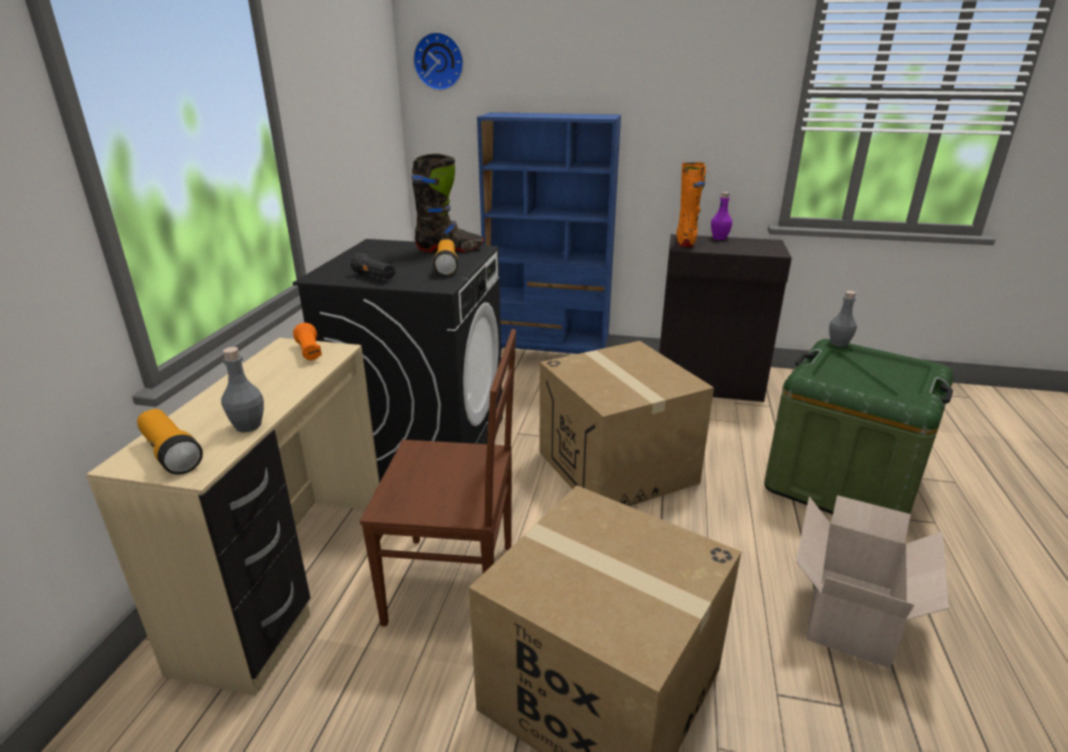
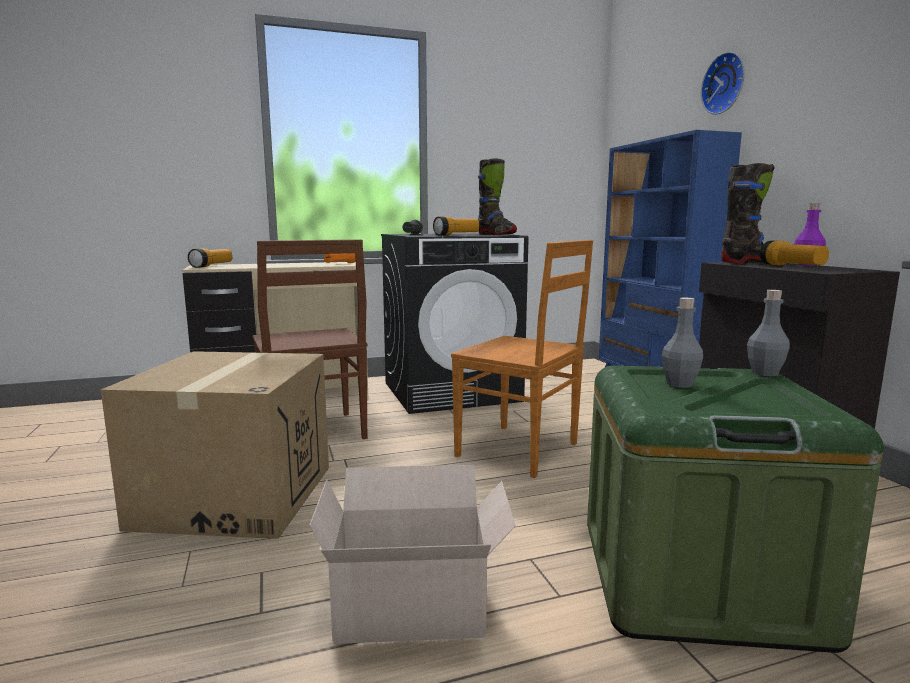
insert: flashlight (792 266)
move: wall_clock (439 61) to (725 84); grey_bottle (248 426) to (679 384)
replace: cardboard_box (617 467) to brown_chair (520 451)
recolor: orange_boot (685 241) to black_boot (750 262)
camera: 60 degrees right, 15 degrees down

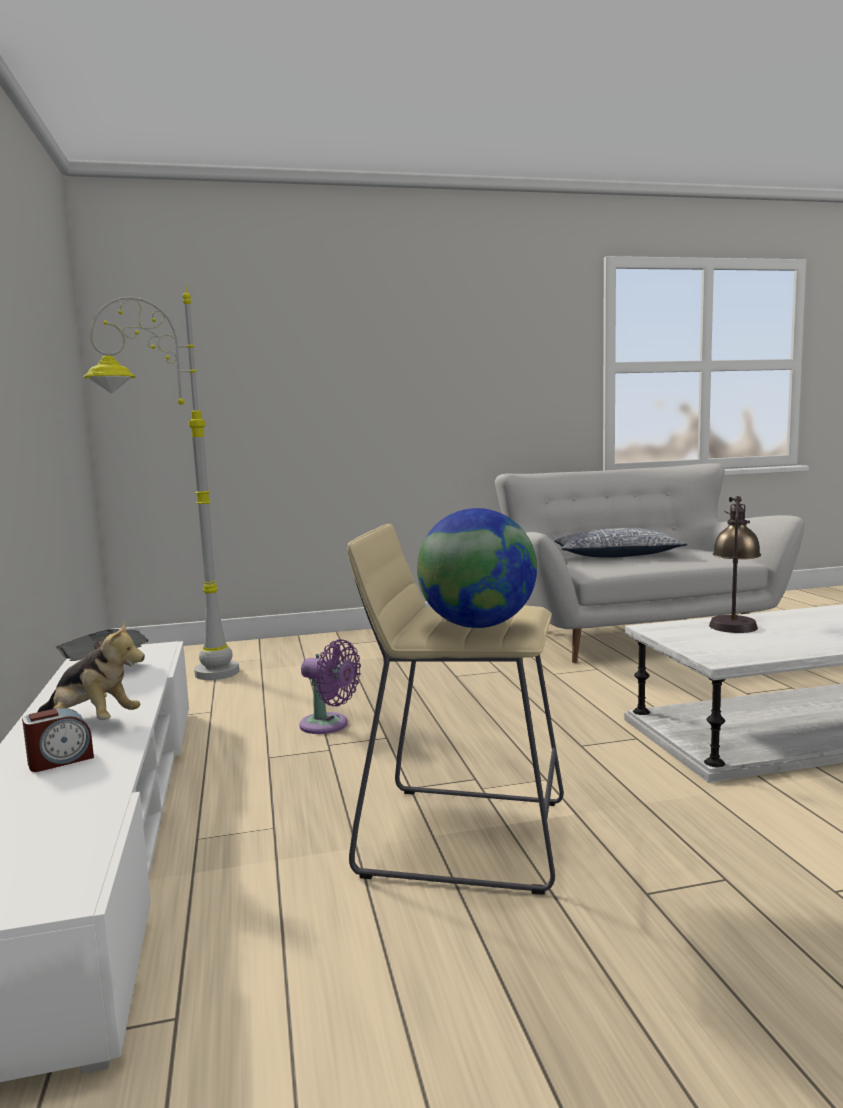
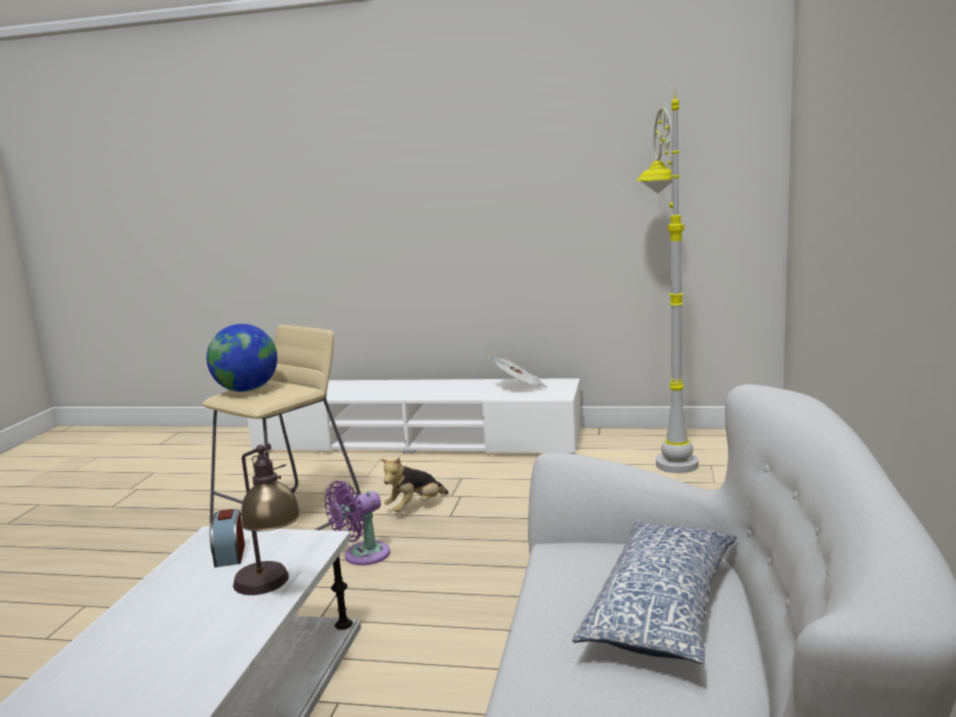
move: plush_toy (92 721) to (415 507); purple_fan (328 725) to (362 556); alarm_clock (60 760) to (230 555)
camera: 115 degrees right, 5 degrees up

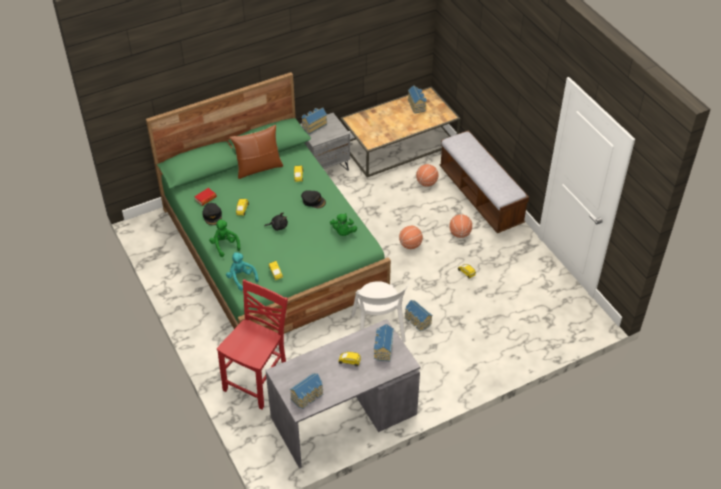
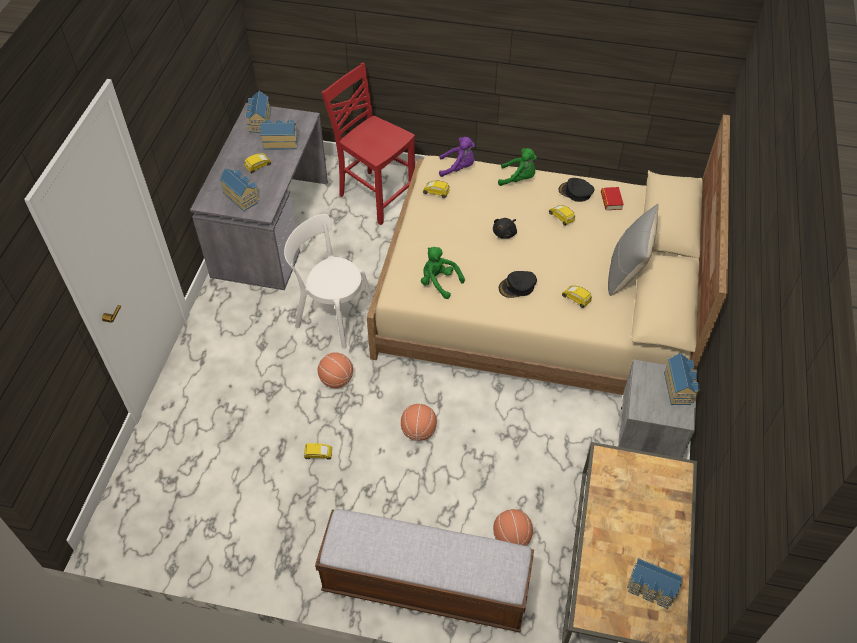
move: basketball (460 234) to (336 379); toy_house (417 321) to (280 142)
recolor: green_bed (272 249) to beige_bed (537 300); brown_pillow (258 168) to grey_pillow (626 272); turquoise_plush_toy (241 278) to purple_plush_toy (458 168)
rotate: red_chair (258 380) = (375 196) 150 degrees clockwise
camera: 130 degrees right, 5 degrees up

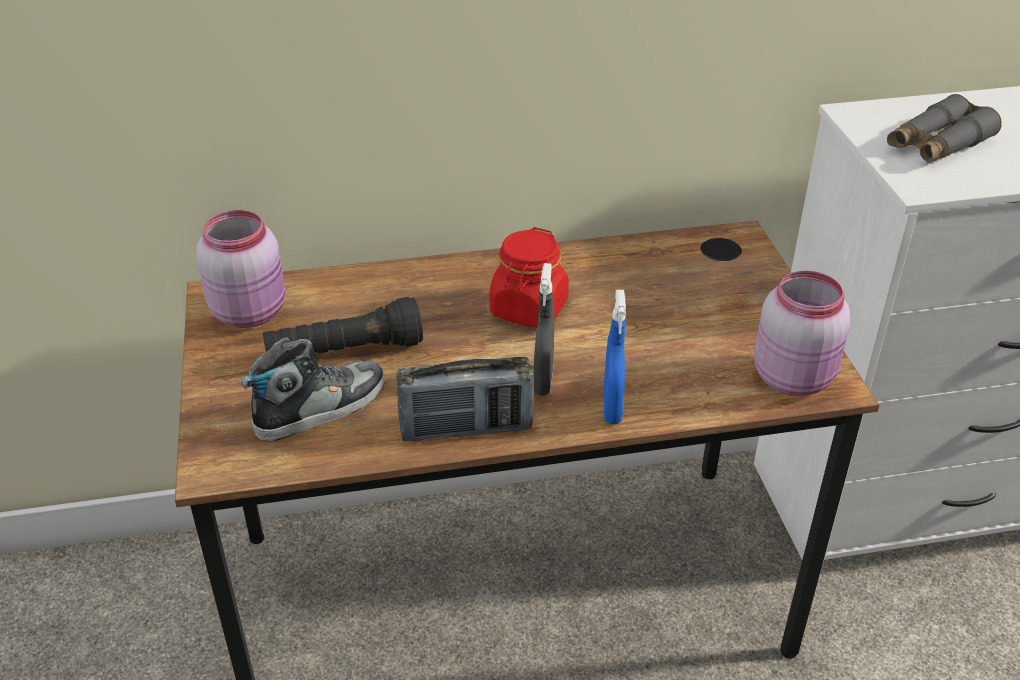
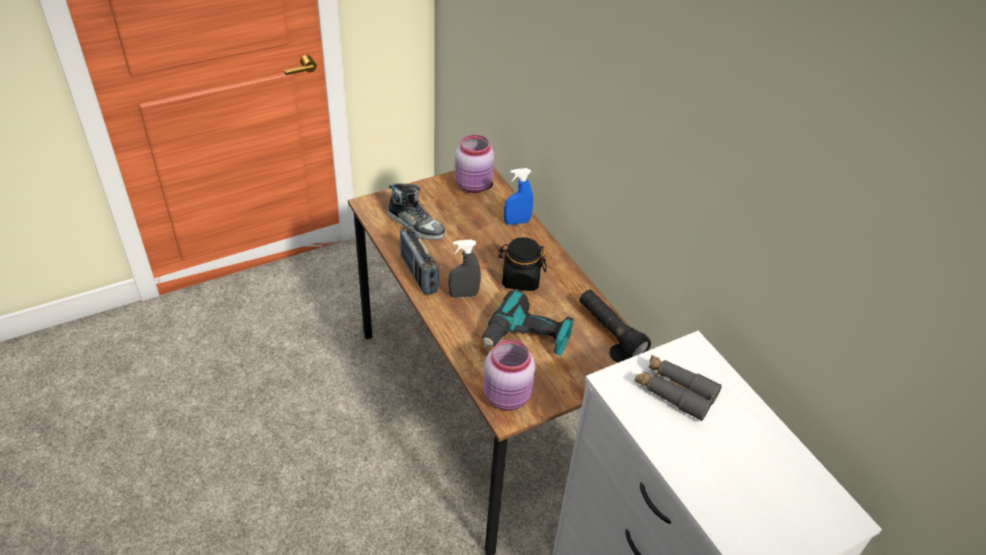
insert: power_drill (526 338)
move: blue_spray_bottle (612 409) to (517 222); black_flashlight (345 352) to (610 331)
recolor: red_jar (529 309) to black_jar (520 279)
camera: 70 degrees right, 5 degrees up

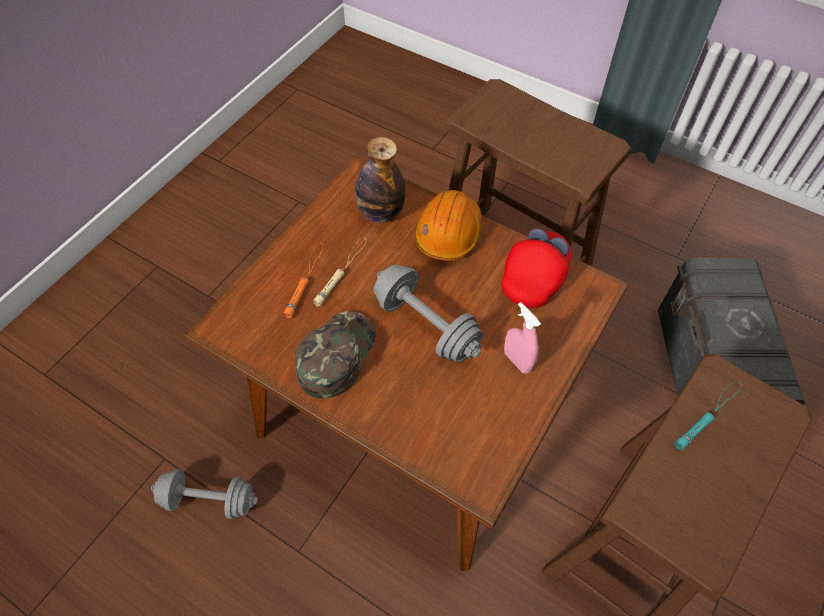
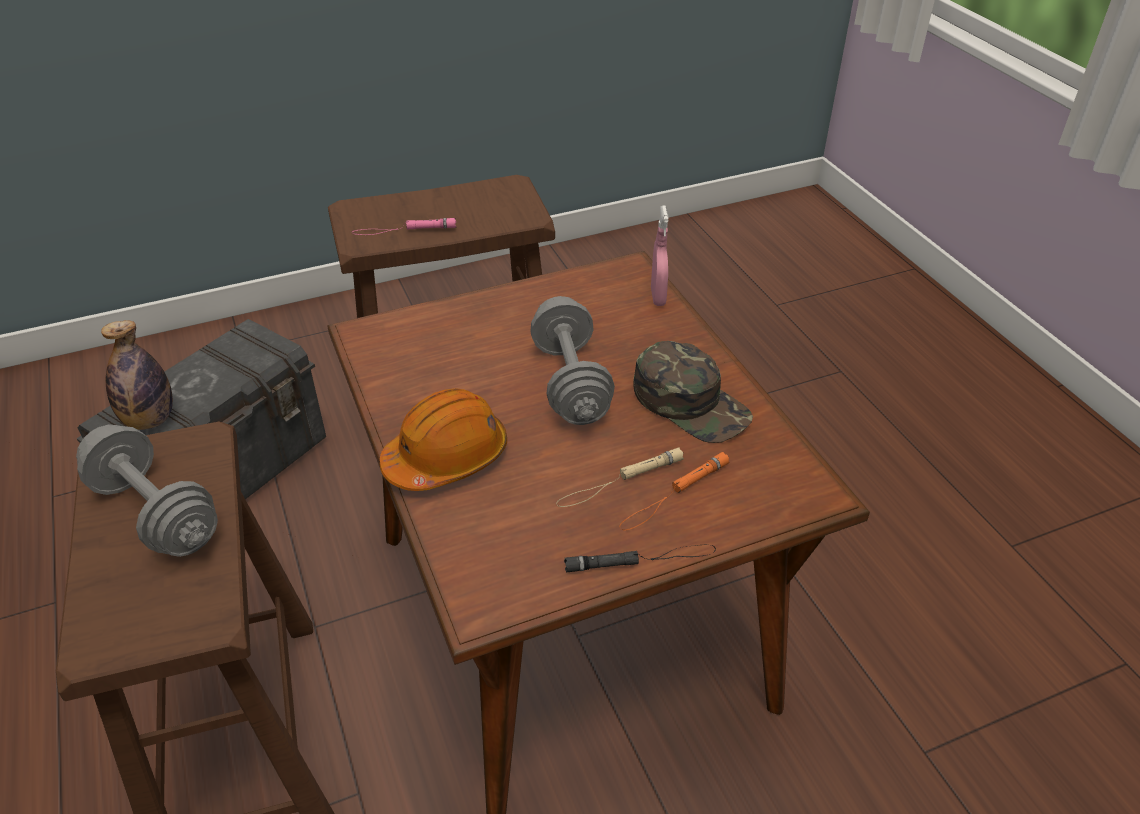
delete: red_cap (534 277)
insert: black_flashlight (640 559)
move: bottle (381 212) to (150 420); pink_spray_bottle (517 361) to (658 297); grey_dumbbell (209 500) to (156 513)
recolor: turquoise_flashlight (709 414) to pink_flashlight (404 230)
rotate: green_cap (335 355) = (691 402) 105 degrees counterclockwise
camera: 145 degrees left, 15 degrees down

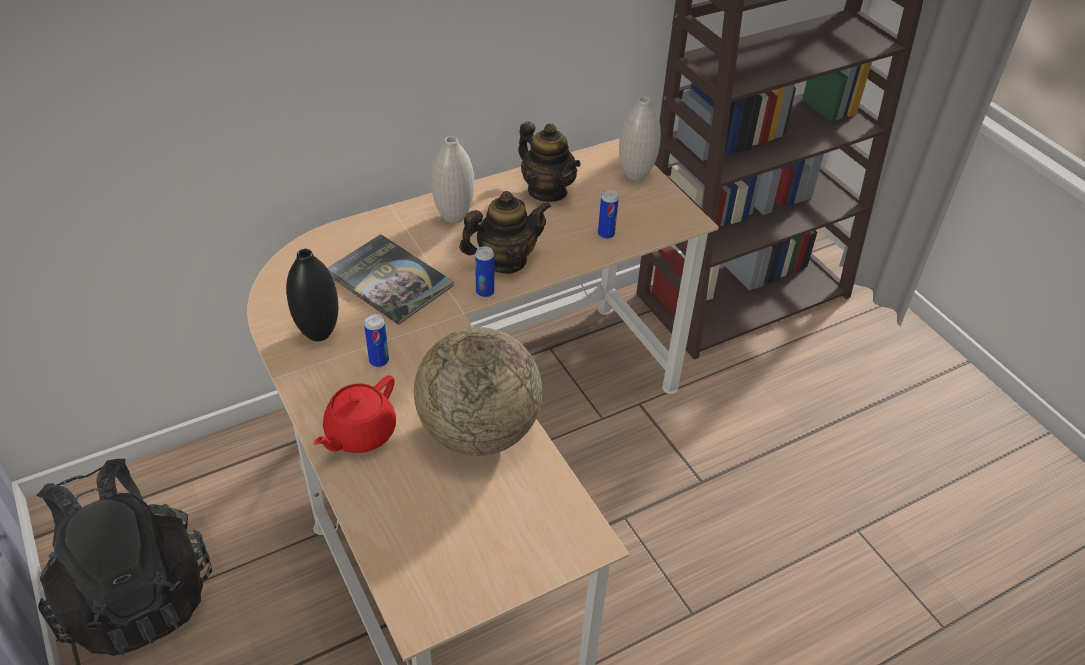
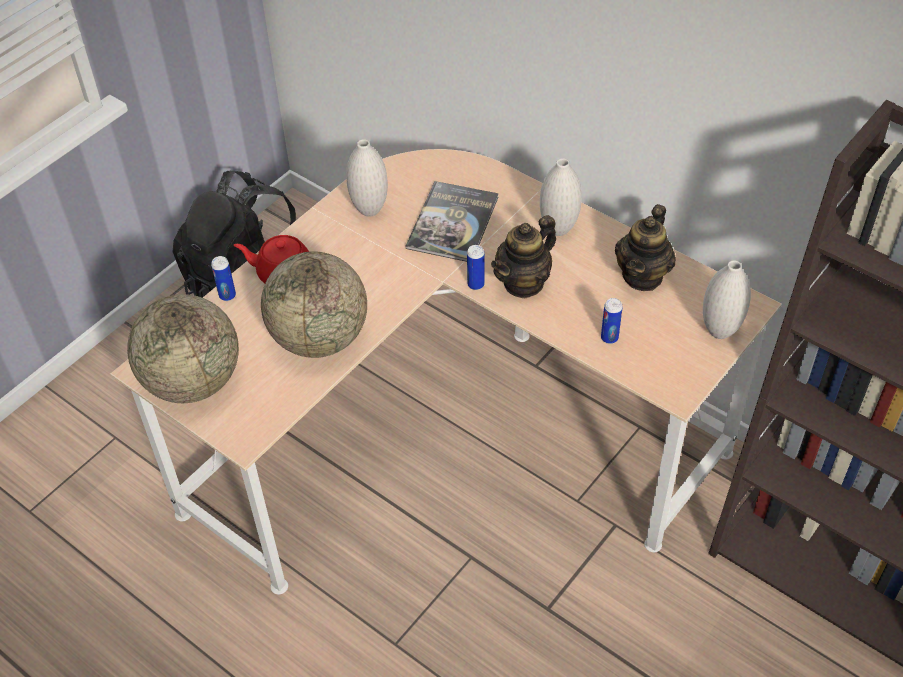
insert: globe (193 381)
move: can (379 361) to (227 295)
recolor: black_vase (319 333) to white_vase (370 210)
rotate: teapot (505 261) = (524 282) 90 degrees clockwise
camera: 70 degrees right, 5 degrees up

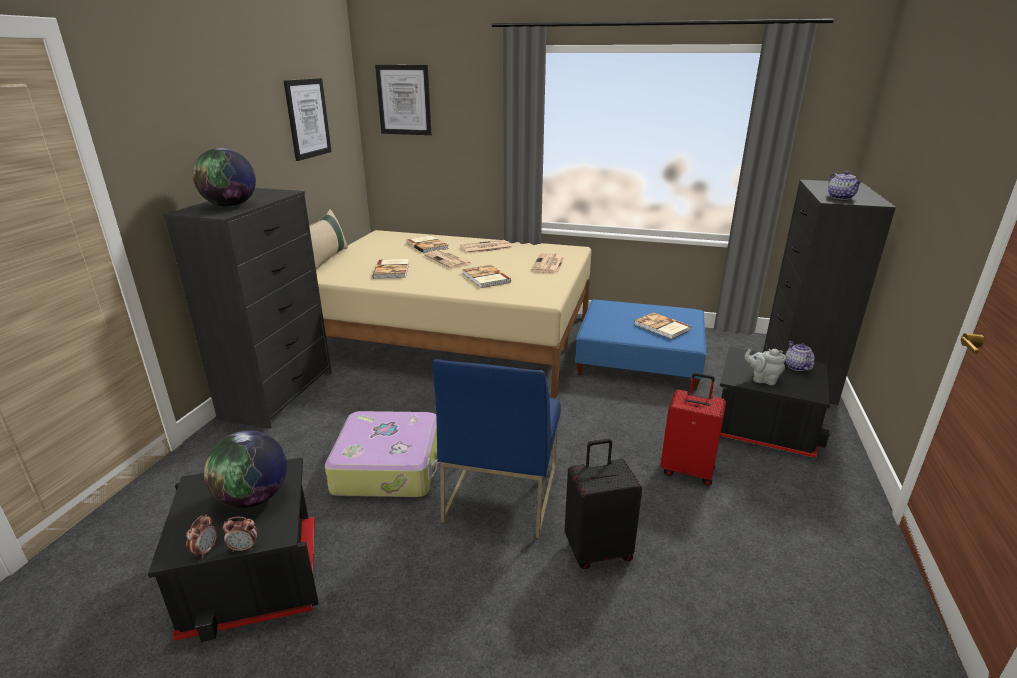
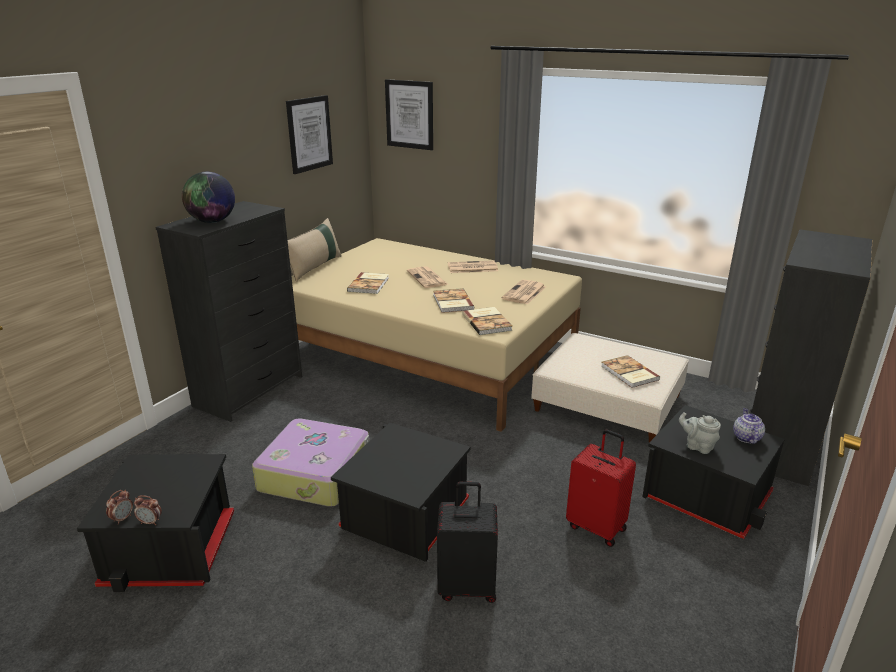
delete: teapot (841 197); globe (253 498)
move: book (428 245) to (487 322)
replace: blue_chair (500 493) to black_storage_box (403 516)
recolor: blue_ottoman (639 359) to beige_ottoman (607 403)
camera: 15 degrees right, 0 degrees up

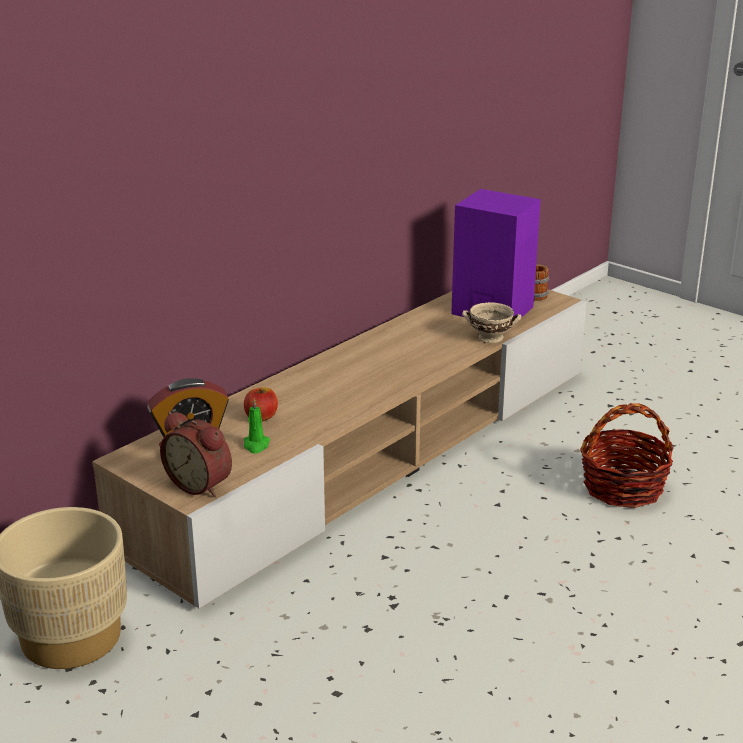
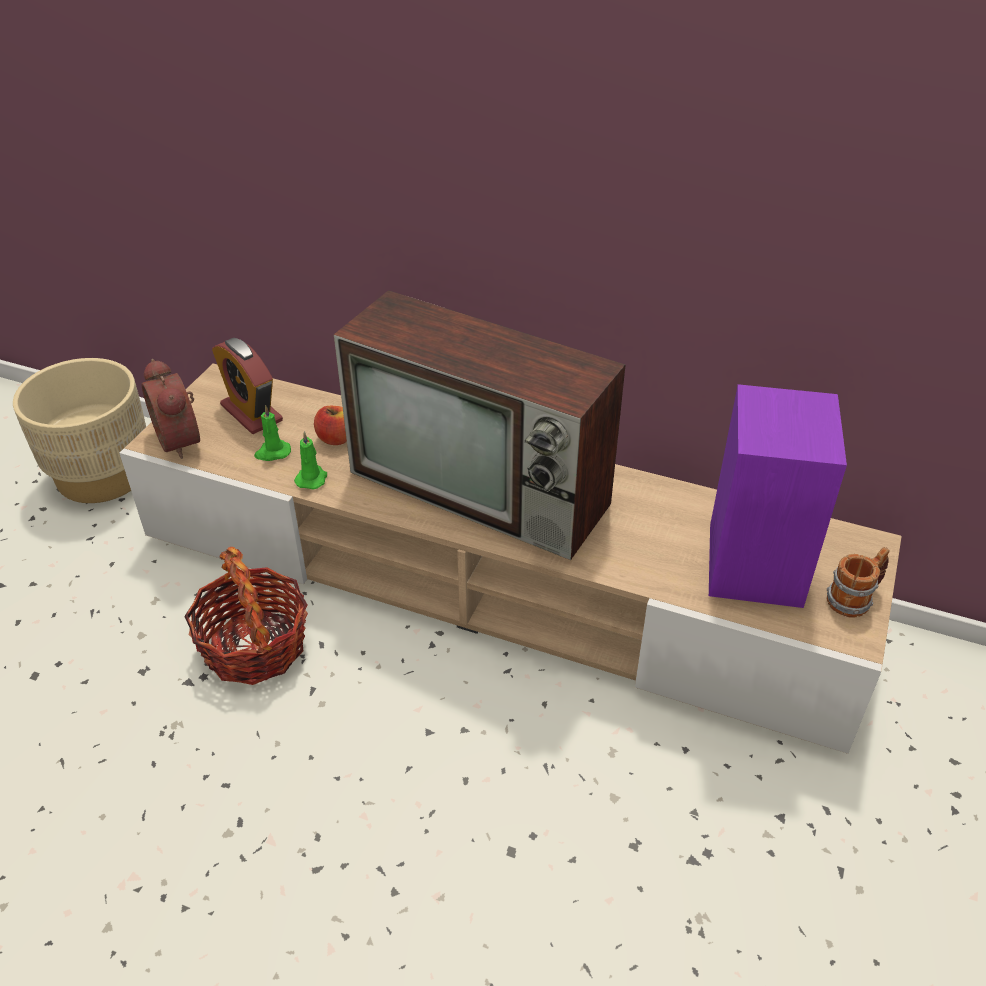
delete: beige_bowl (491 338)
insert: television (484 488); green_candle (312 478)
move: basket (623 487) to (255 646)
rotate: alarm_clock (201 484) = (183 439) 45 degrees counterclockwise
camera: 70 degrees right, 15 degrees up

